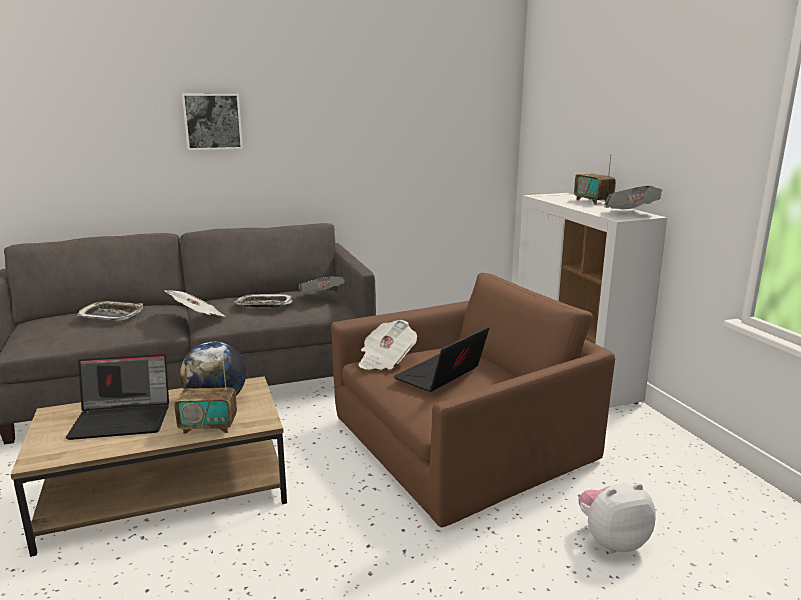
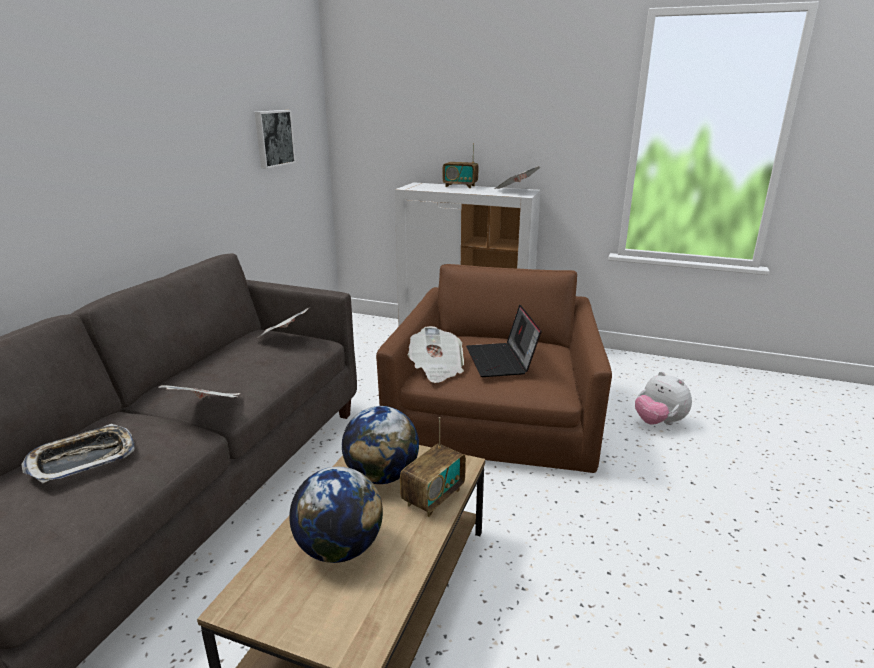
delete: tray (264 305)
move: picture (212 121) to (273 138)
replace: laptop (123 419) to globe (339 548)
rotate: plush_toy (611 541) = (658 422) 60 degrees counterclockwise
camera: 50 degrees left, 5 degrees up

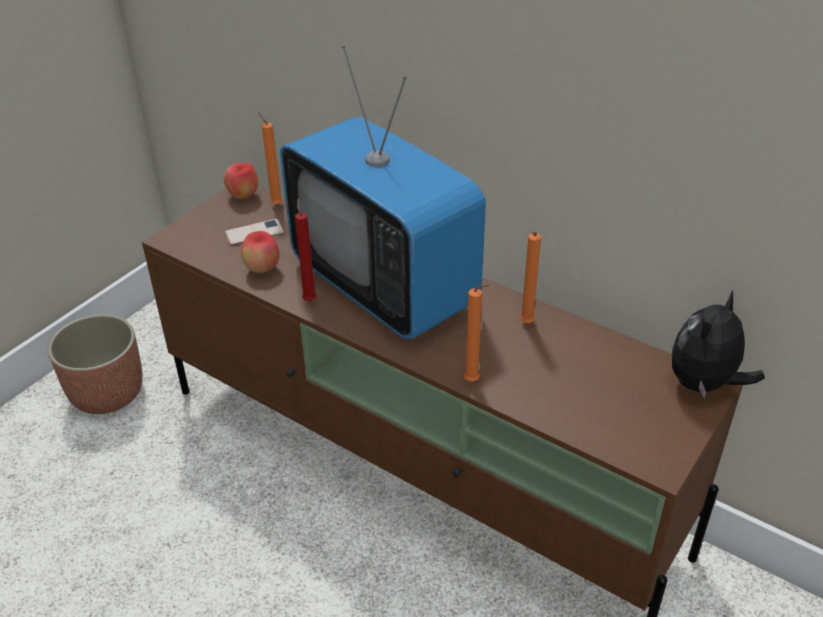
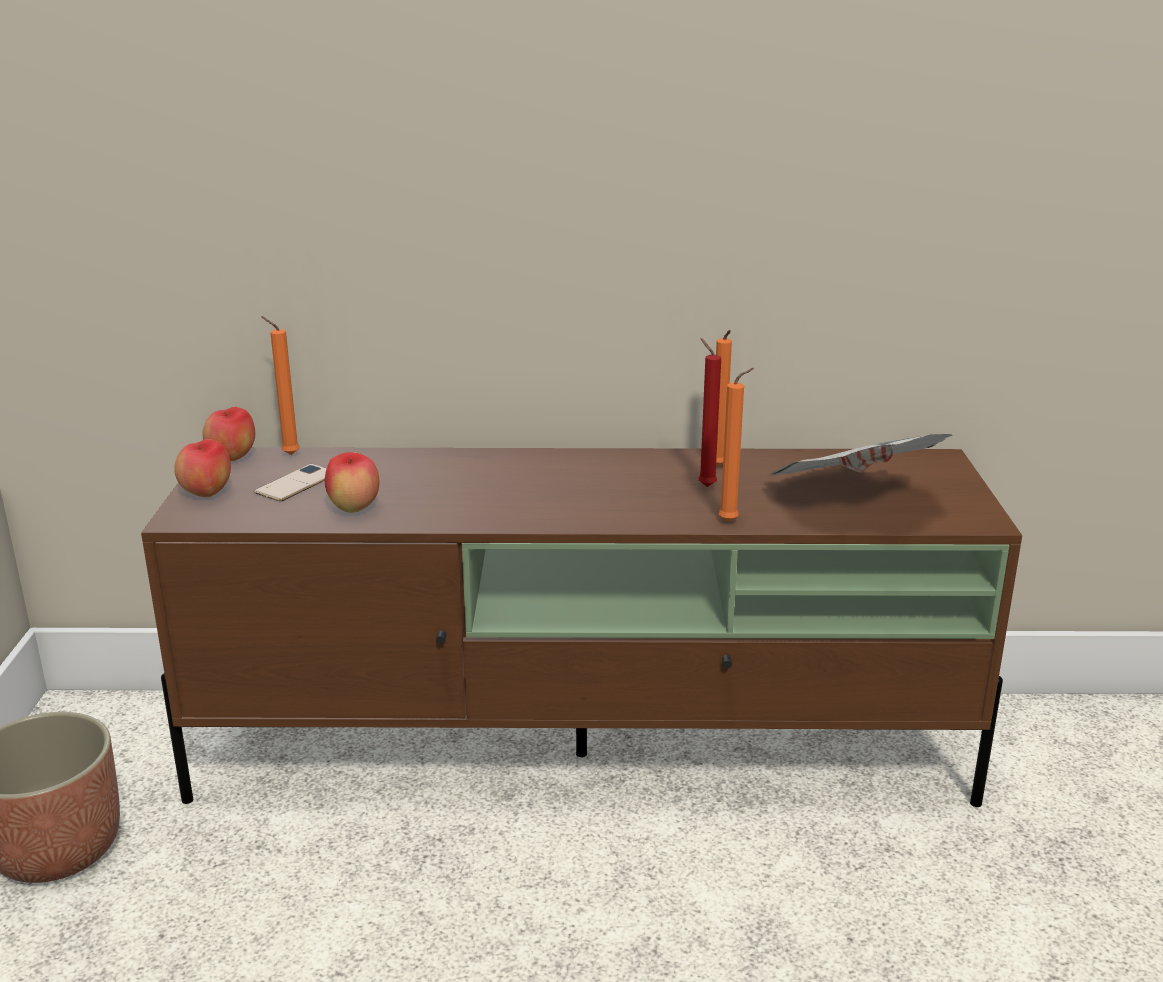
delete: television (384 286); plush_toy (704 384)
insert: newspaper (851 499); apple (206 494)
move: red_candle (309 299) to (704 486)
camera: 35 degrees left, 15 degrees down

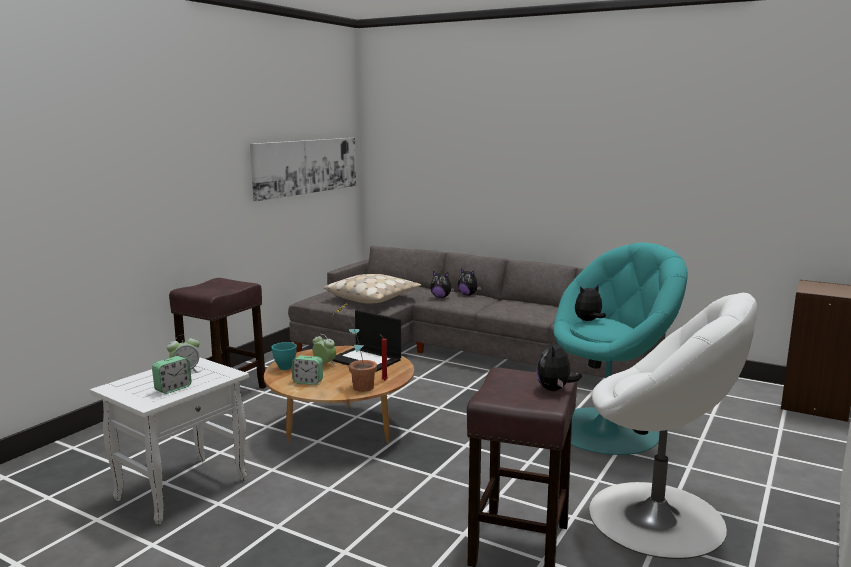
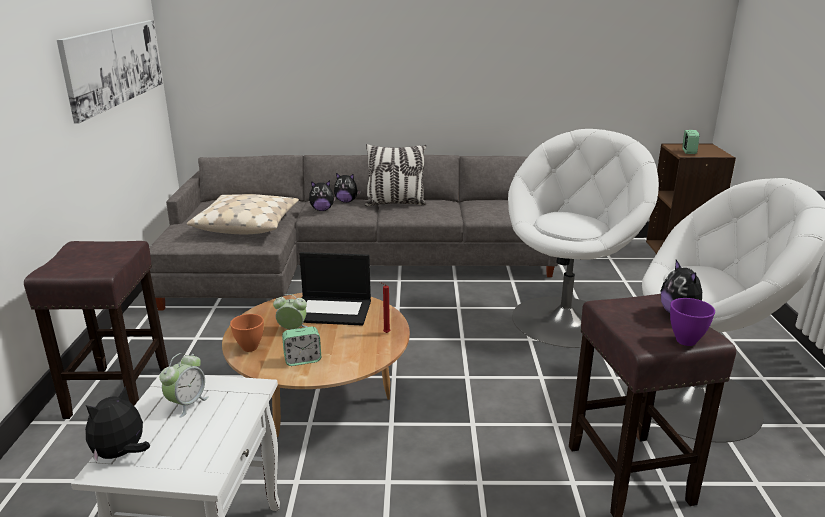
delete: potted_plant (356 387)
insert: pillow (395 203); purple_bowl (686 341)
move: plush_toy (588 321) to (121 454); alarm_clock (173 388) to (688 151)
recolor: turquoise_armchair (607 429) to white_armchair (565 320); turquoise_bowl (285 368) to orange_bowl (250 347)
camera: 30 degrees left, 10 degrees up

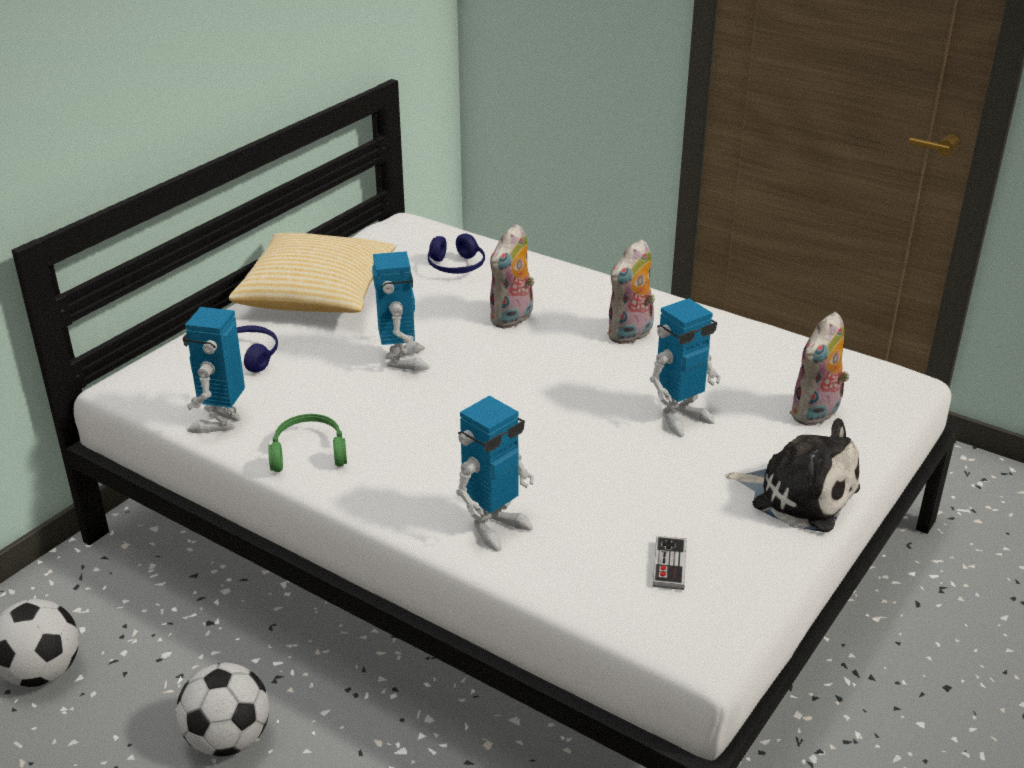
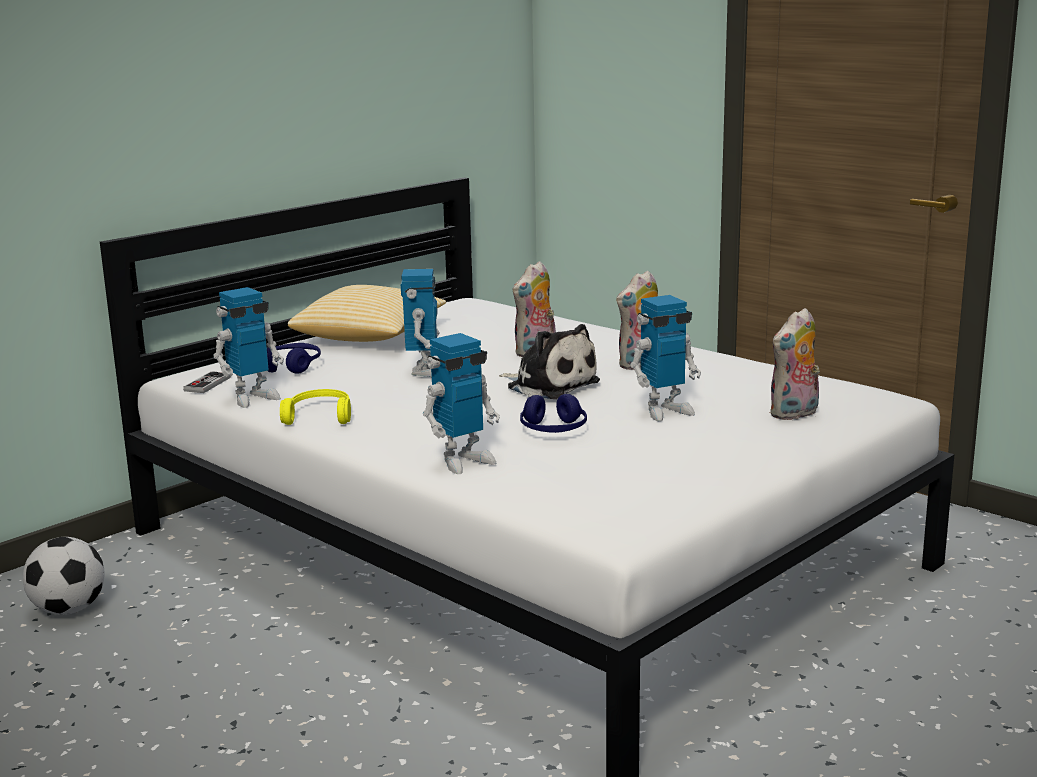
delete: football (229 739)
move: blue_headphones (456 267) to (553 430); plush_toy (798 494) to (549 385); game_controller (669 565) to (207 384)
recolor: green_headphones (309 451) to yellow_headphones (320 416)
rotate: toy_robot (220 421) = (252 398) 150 degrees counterclockwise
camera: 10 degrees right, 15 degrees down

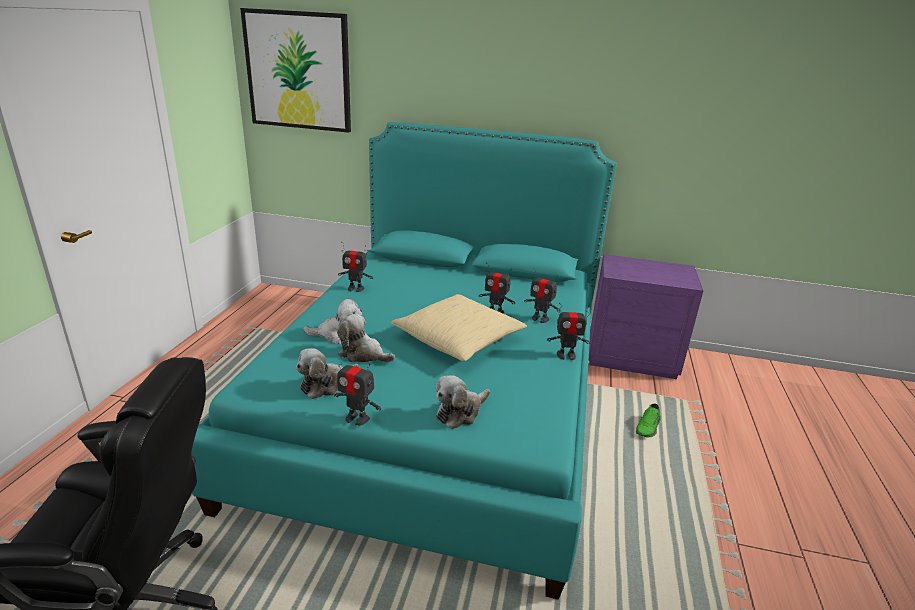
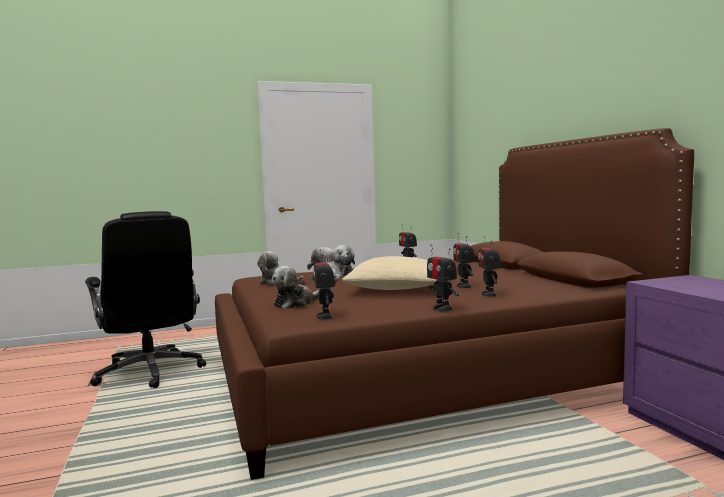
delete: picture (298 71); green_shoe (648 427)
move: toy_robot (357 418) to (325 316)
recolor: turquoise_bed (438 402) to brown_bed (423 375)
rotate: plush_toy (460 412) = (295 303) 60 degrees counterclockwise
camera: 60 degrees right, 20 degrees down

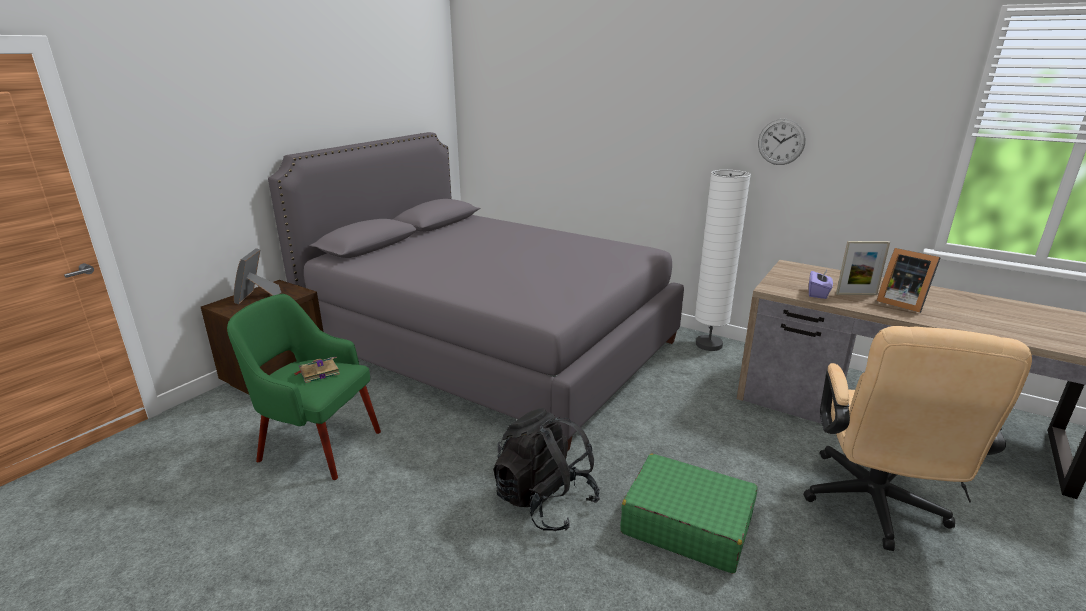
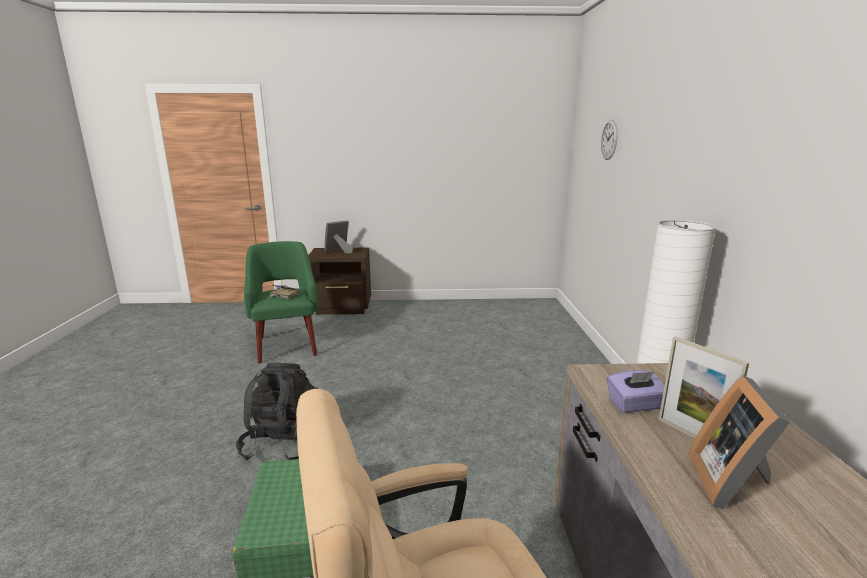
delete: grey_bed (491 345)
move: wall_clock (781 142) to (609 140)
camera: 55 degrees right, 5 degrees down

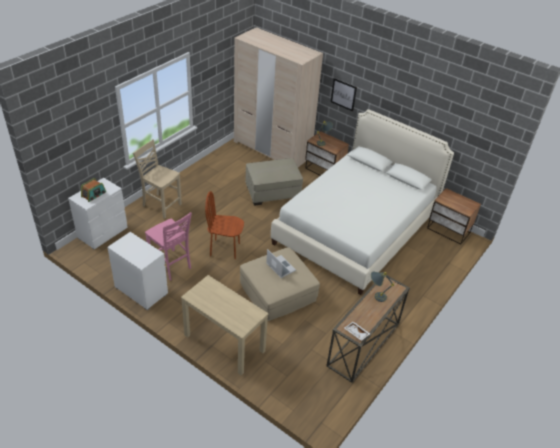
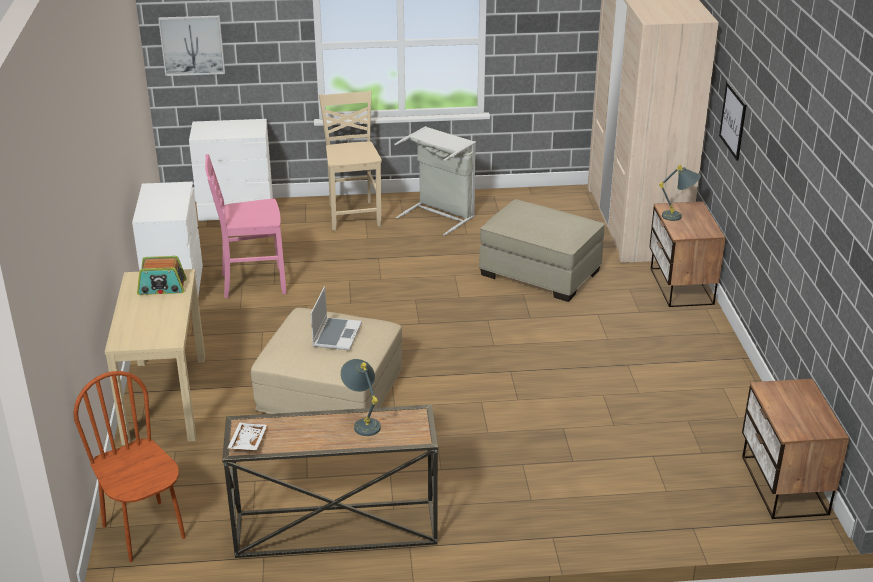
delete: white_bed (355 229)
insert: picture (192 45); grey_laundry_basket (440 215)
move: radio (94 194) to (162 287); brown_chair (225 249) to (144 531)
rotate: pink_chair (171 265) = (252 283) 75 degrees clockwise
camera: 50 degrees right, 10 degrees down

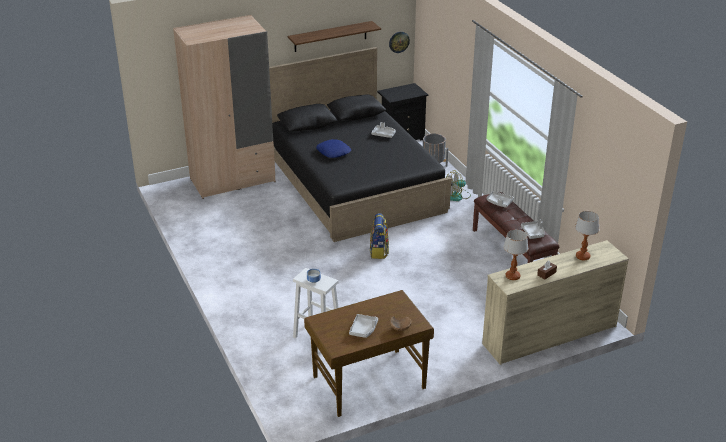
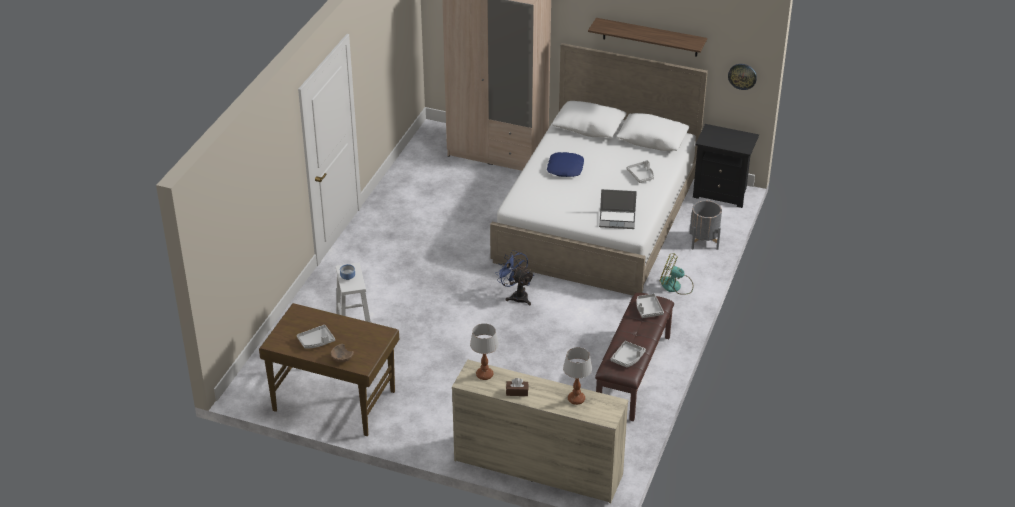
insert: laptop (617 220)
replace: backpack (379 251) to blue_fan (516 296)
recolor: black_bed (355 184) to white_bed (598 218)
camera: 45 degrees right, 5 degrees up

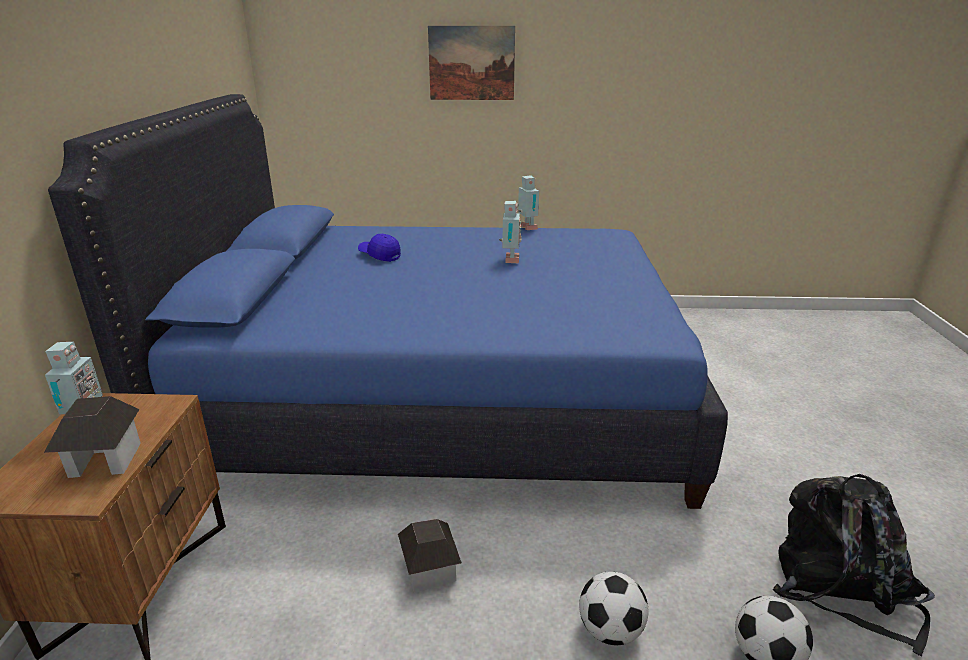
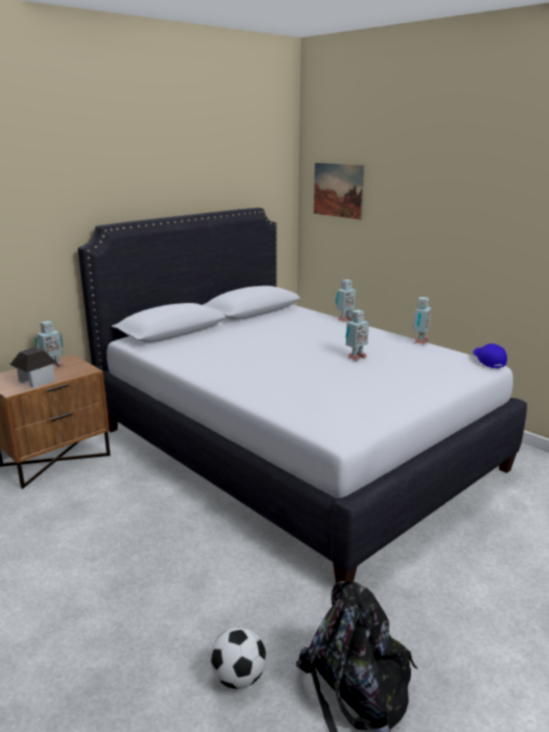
delete: toy_house (430 571); football (610 630)
insert: toy_robot (344 320)
move: picture (471 63) to (338 190); blue_cap (379 256) to (488 361)
recolor: blue_bed (441 398) to white_bed (294 448)
camera: 45 degrees right, 5 degrees down

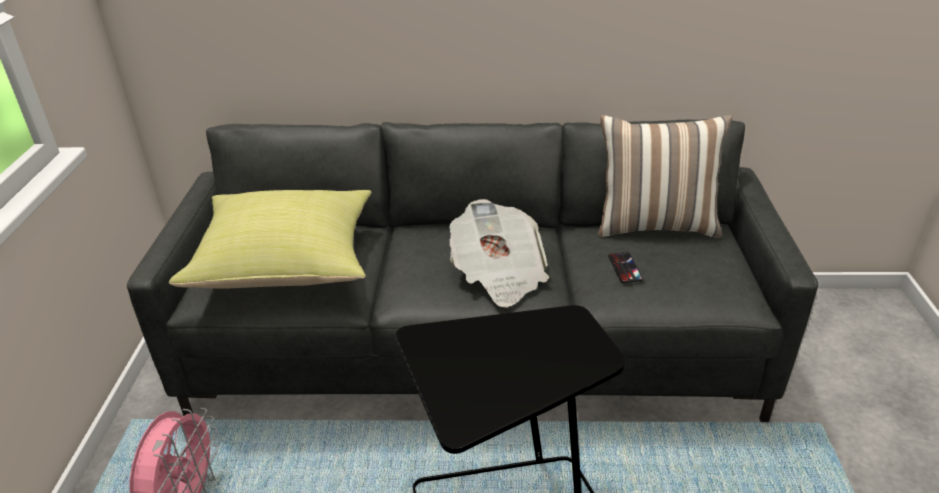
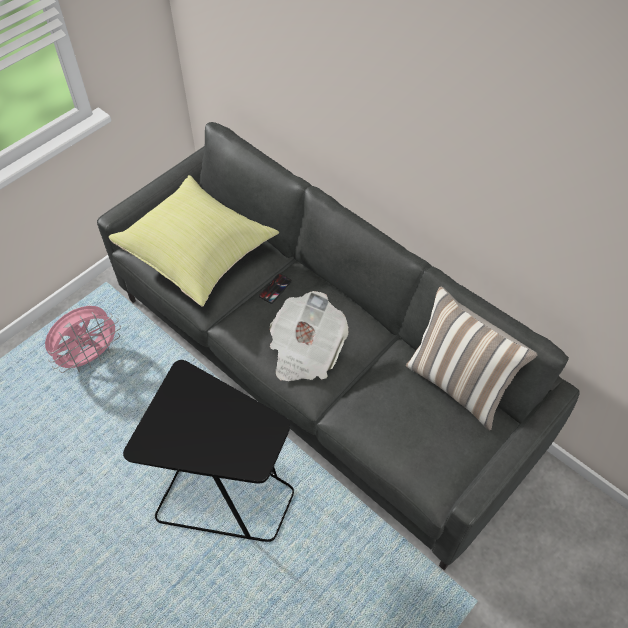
move: phone (625 268) to (275 288)
camera: 40 degrees right, 20 degrees up

